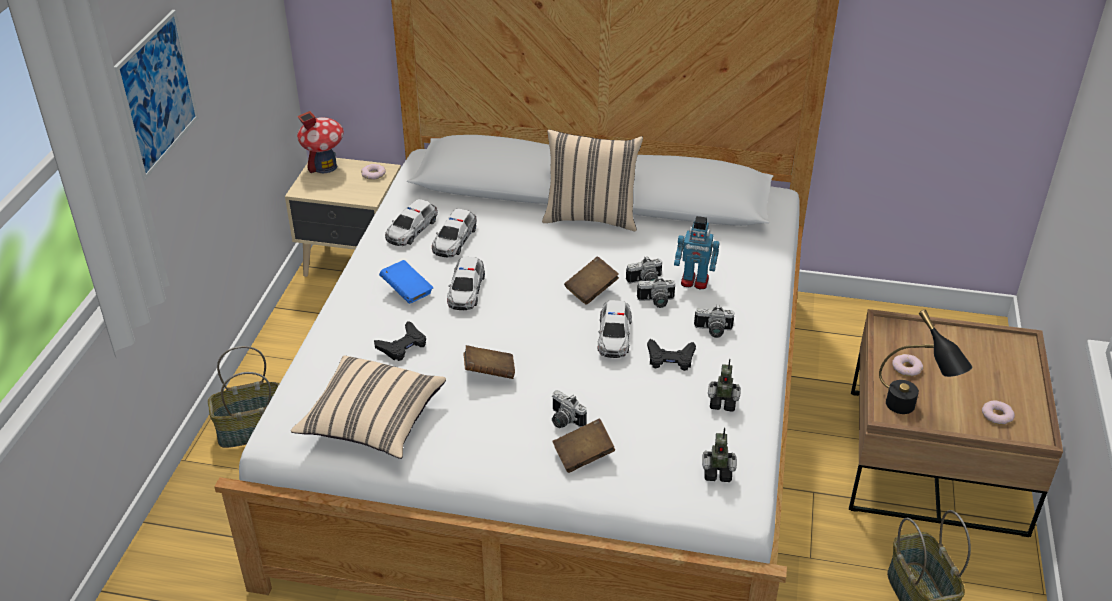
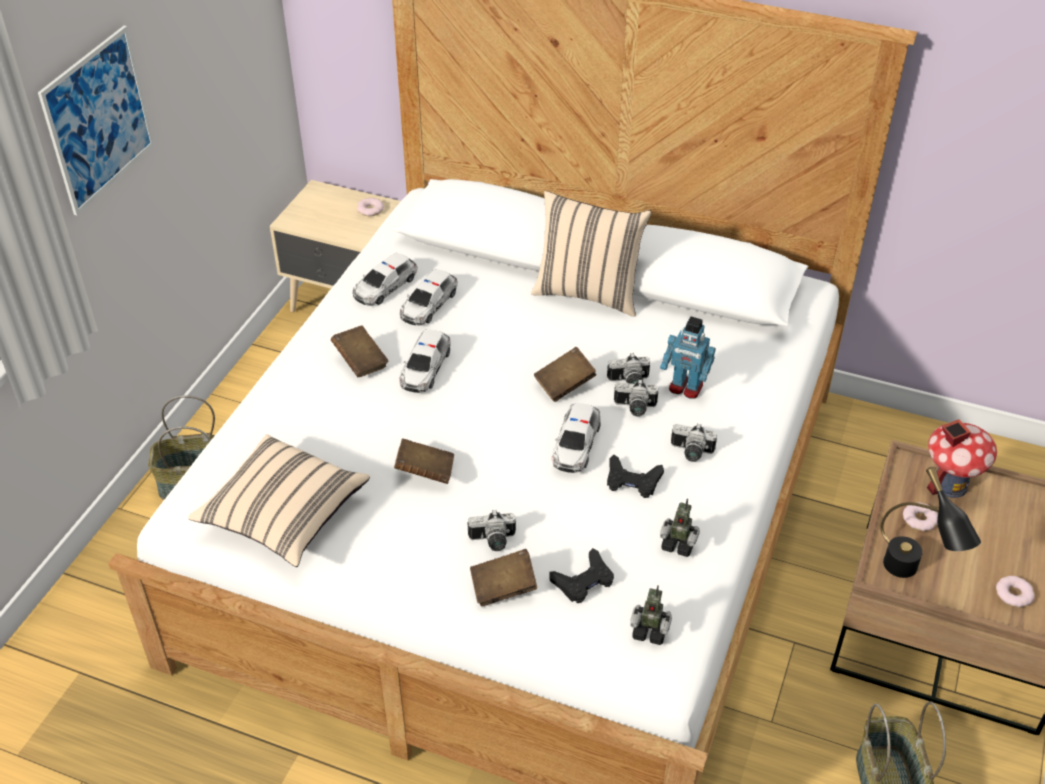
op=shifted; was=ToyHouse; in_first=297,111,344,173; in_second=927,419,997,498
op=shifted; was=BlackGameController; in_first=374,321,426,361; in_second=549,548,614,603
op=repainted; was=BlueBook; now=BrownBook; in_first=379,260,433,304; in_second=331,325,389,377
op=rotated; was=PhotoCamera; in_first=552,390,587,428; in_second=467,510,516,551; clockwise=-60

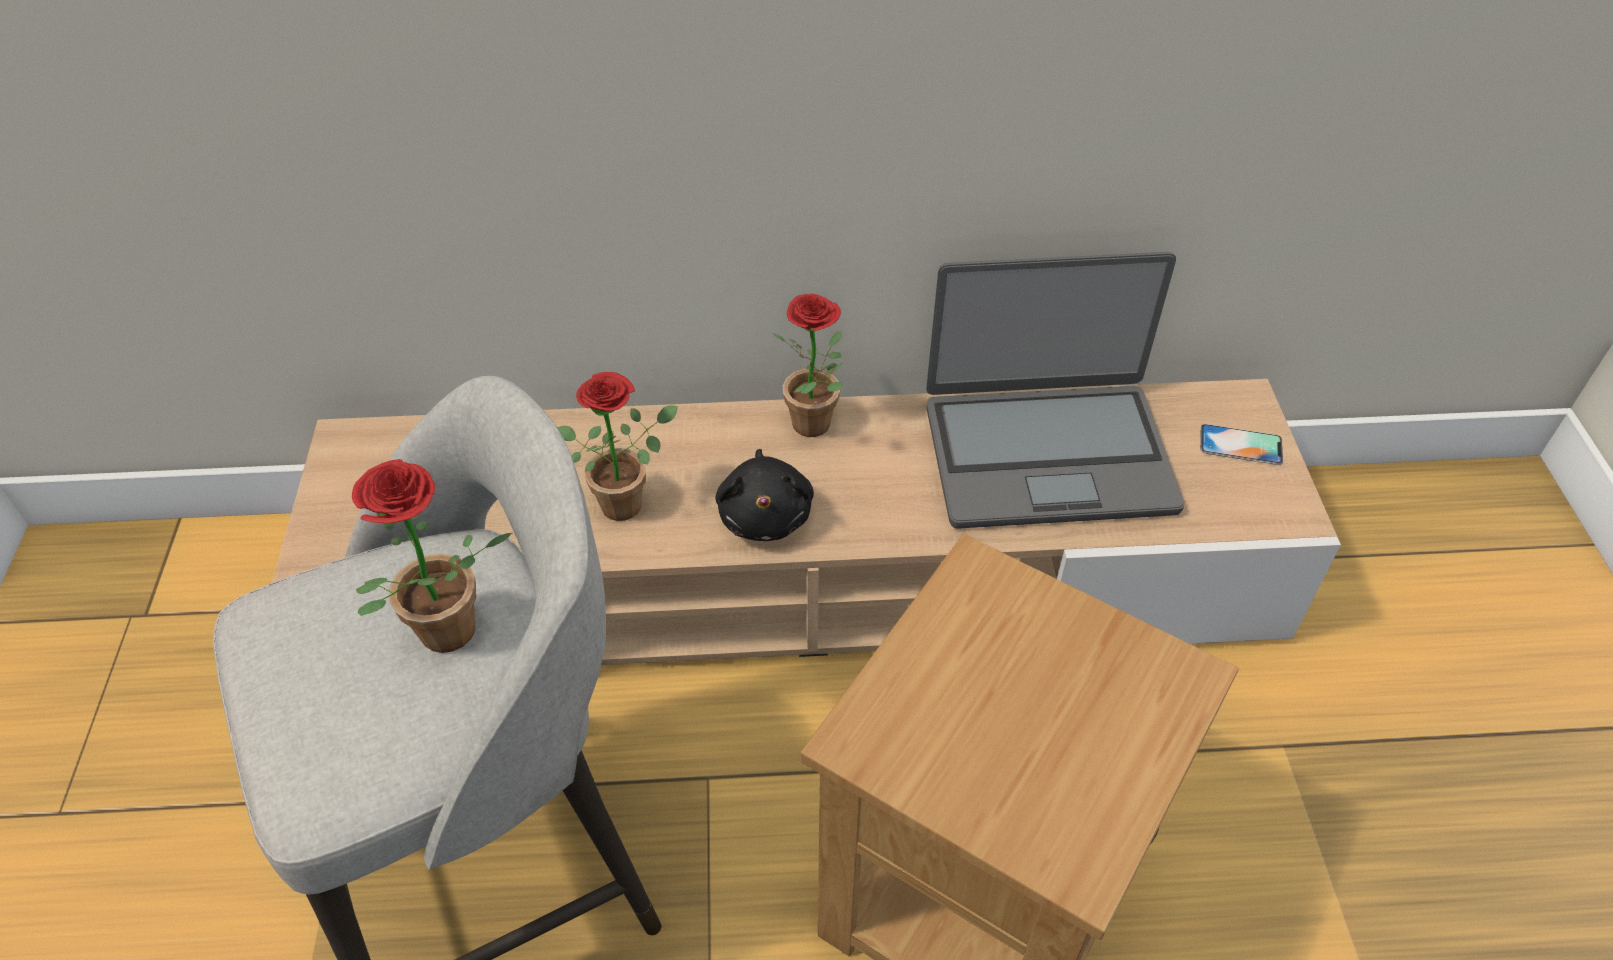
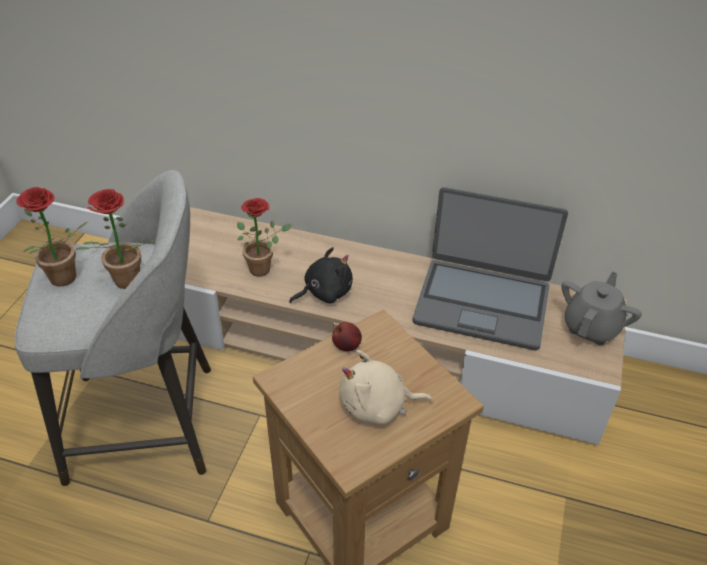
op=rotated; was=BlackPlushToy; in_first=715,449,814,541; in_second=289,247,353,303; clockwise=-135
op=shifted; was=PottedPlant; in_first=773,293,843,437; in_second=16,187,87,287
op=swapped; was=Phone; now=GreyTeapot; in_first=1200,424,1283,465; in_second=562,271,642,345
op=new; now=Apple; in_second=332,322,362,351
op=new; now=BeigePlushToy; in_second=339,350,433,425

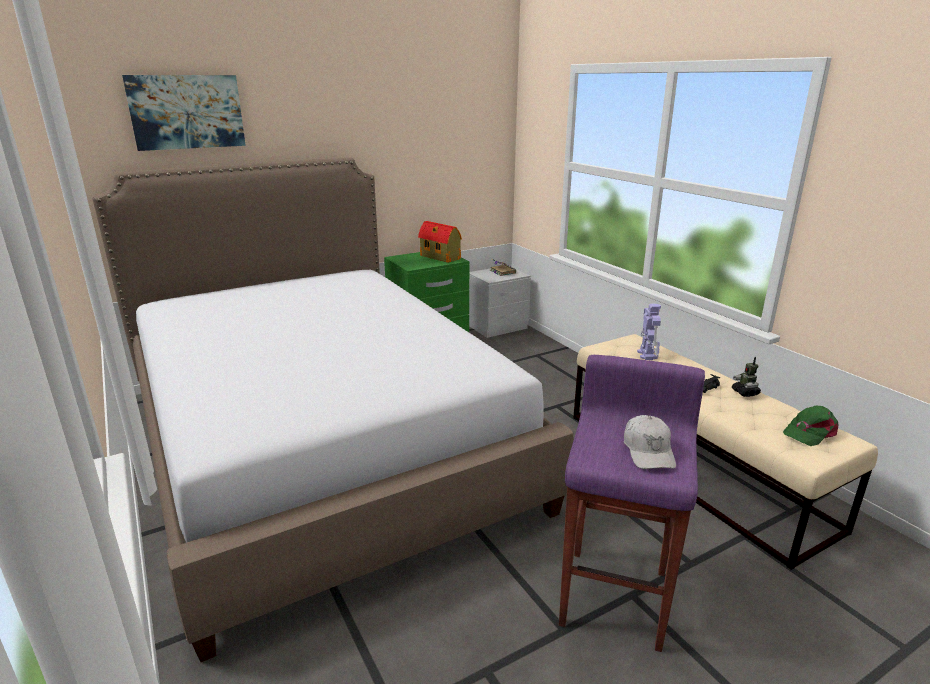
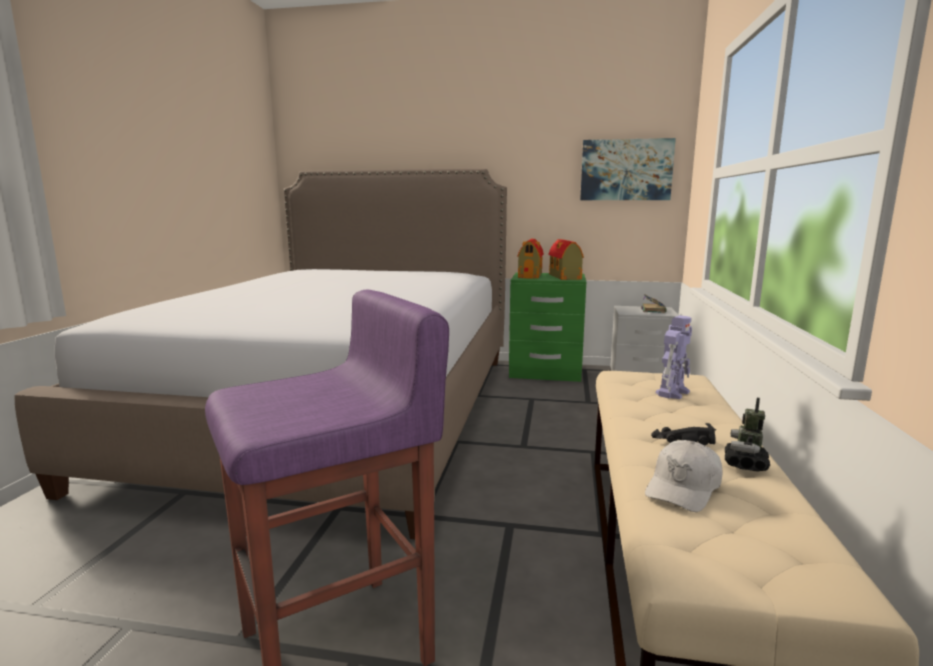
op=shifted; was=Picture; in_first=122,75,246,151; in_second=580,138,676,200
op=shifted; was=WhiteCap; in_first=624,415,676,469; in_second=645,440,723,512
op=gone; was=GreenCap; in_first=783,406,838,446
op=new; now=ToyHouse; in_second=517,239,544,279

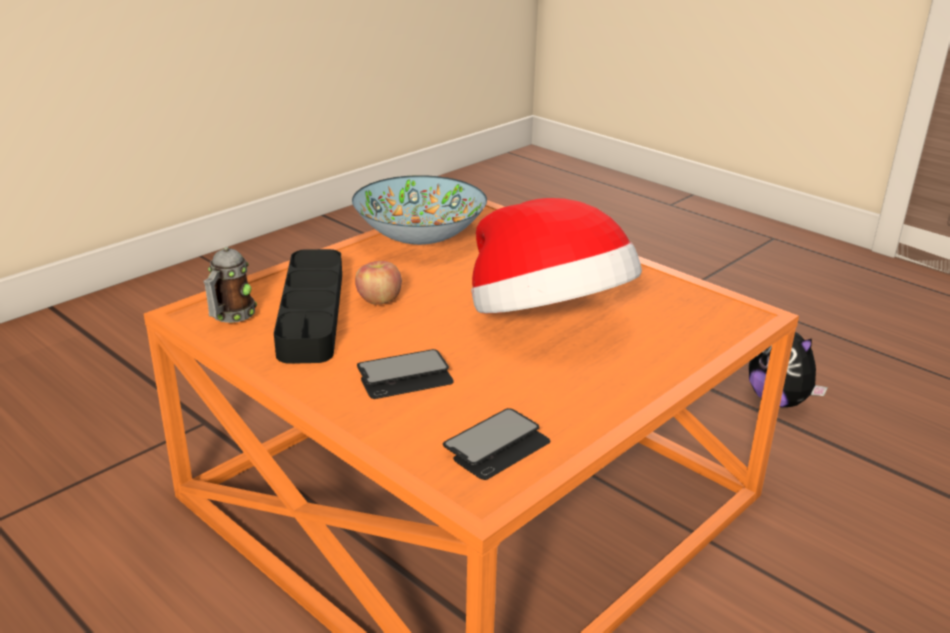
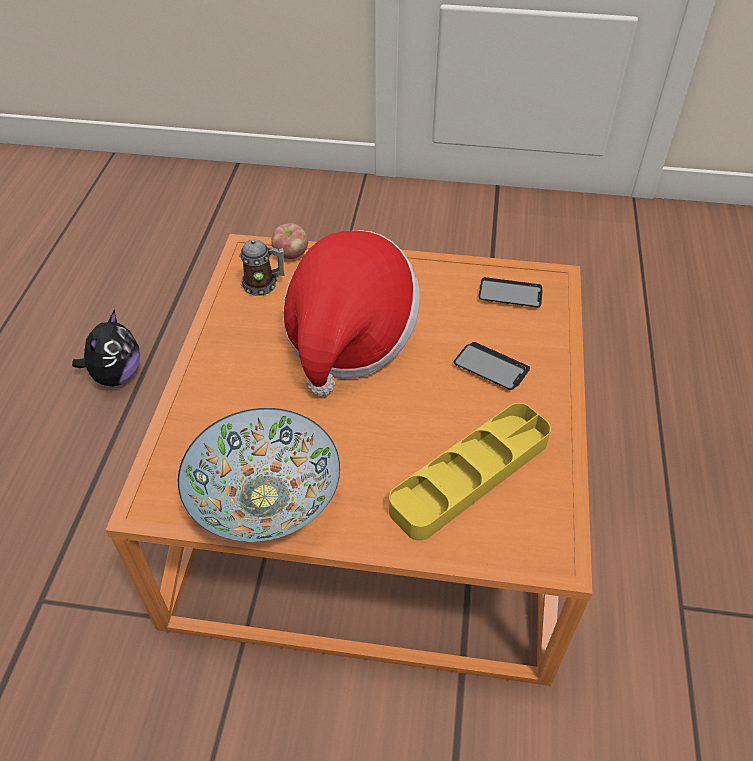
op=shifted; was=Mug; in_first=203,247,257,323; in_second=239,239,285,296
op=repainted; was=BlackTray; now=YellowTray; in_first=274,249,342,364; in_second=389,403,551,541
op=shifted; was=Apple; in_first=355,261,402,305; in_second=271,223,308,259

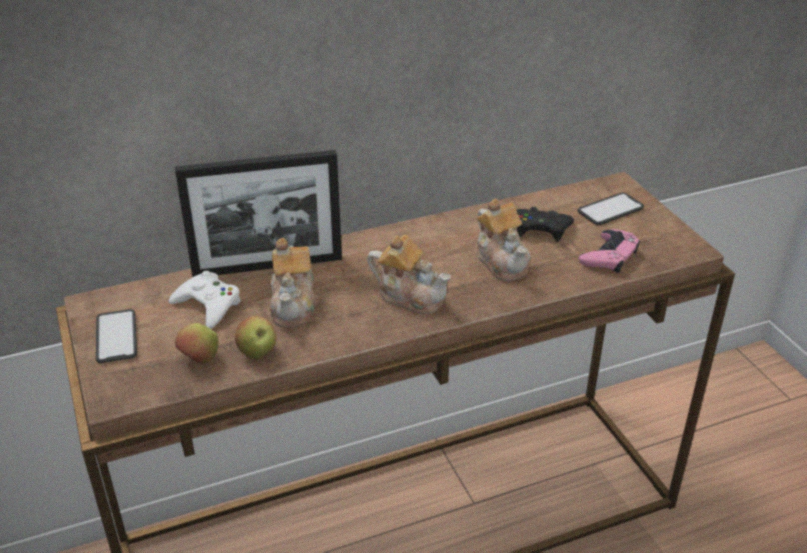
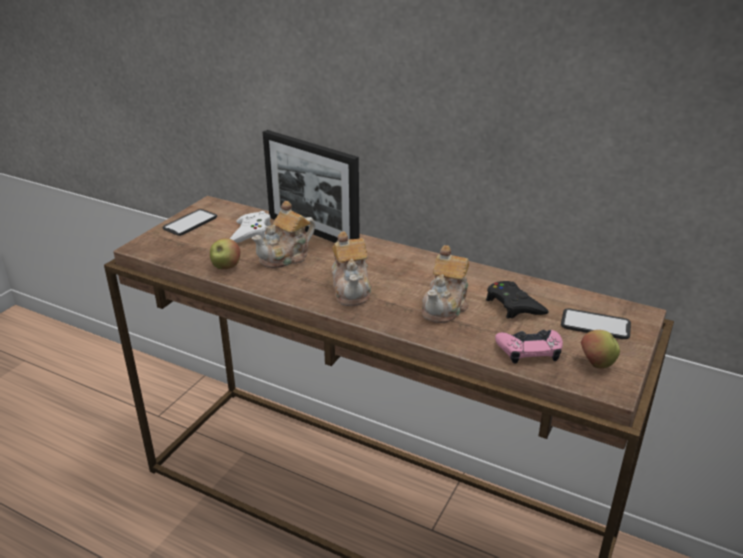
op=shifted; was=Apple; in_first=175,323,218,364; in_second=581,330,620,368

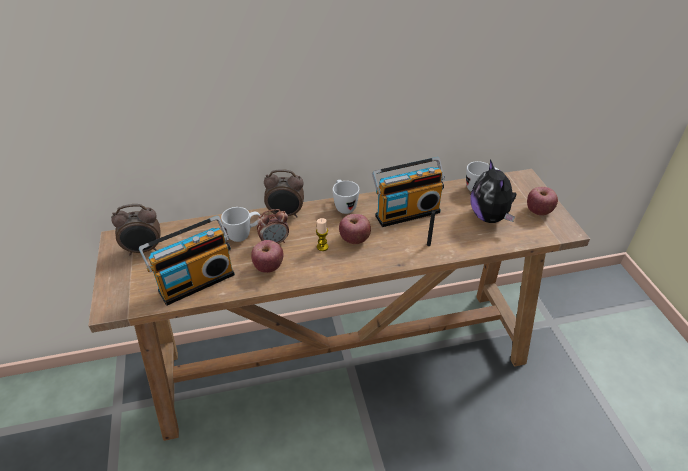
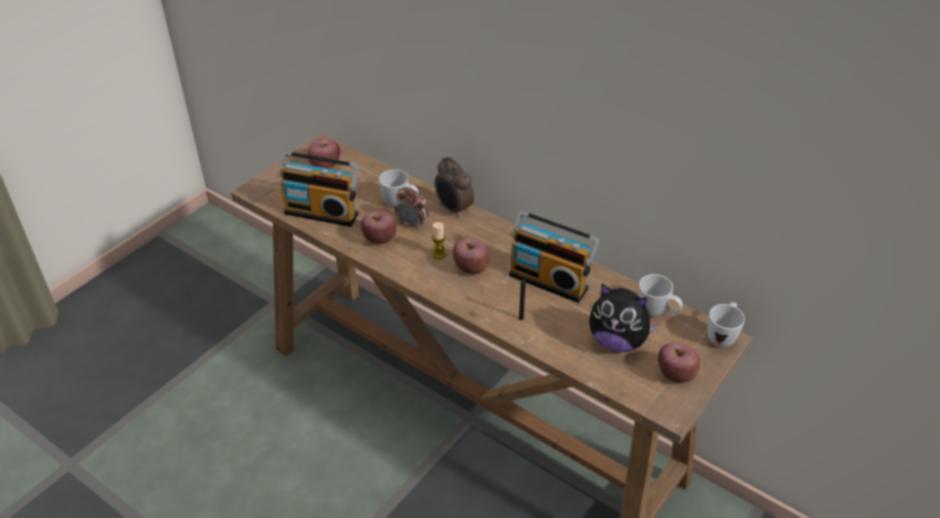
op=swapped; was=AlarmClock; now=Apple; in_first=111,204,161,255; in_second=307,138,340,169
op=shifted; was=WhiteMug; in_first=333,180,359,214; in_second=708,302,745,347
op=rotated; was=PlushToy; in_first=470,159,516,223; in_second=589,284,659,352; clockwise=-105

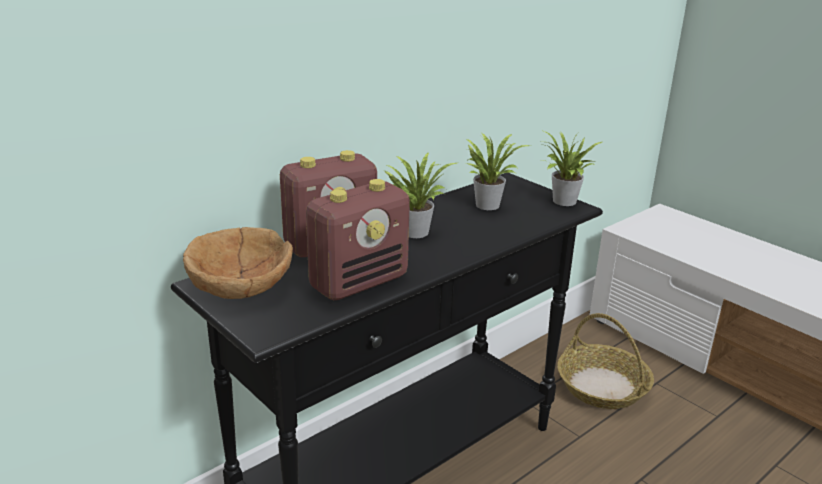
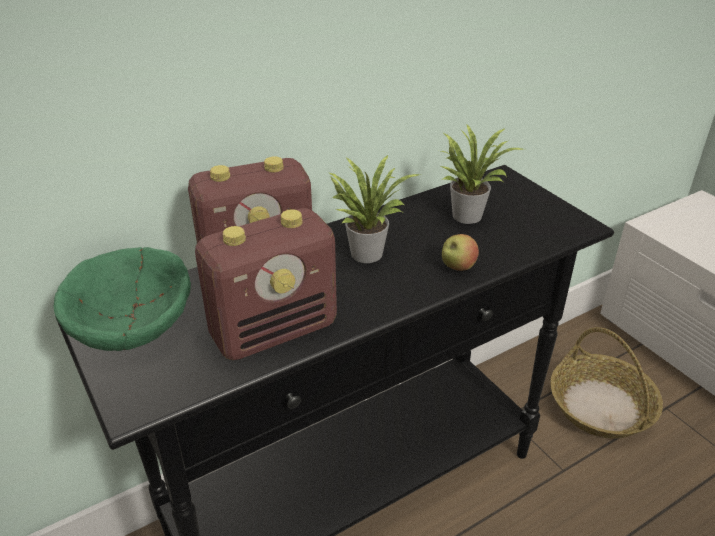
op=repainted; was=BrownBowl; now=GreenBowl; in_first=183,227,293,299; in_second=54,247,191,351
op=gone; was=PottedPlant; in_first=541,131,602,206
op=new; now=Apple; in_second=442,234,479,271

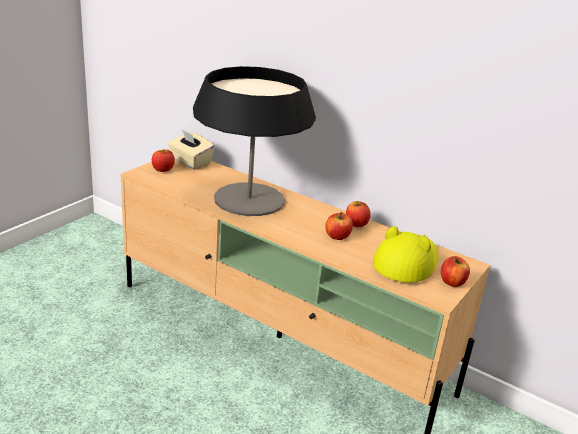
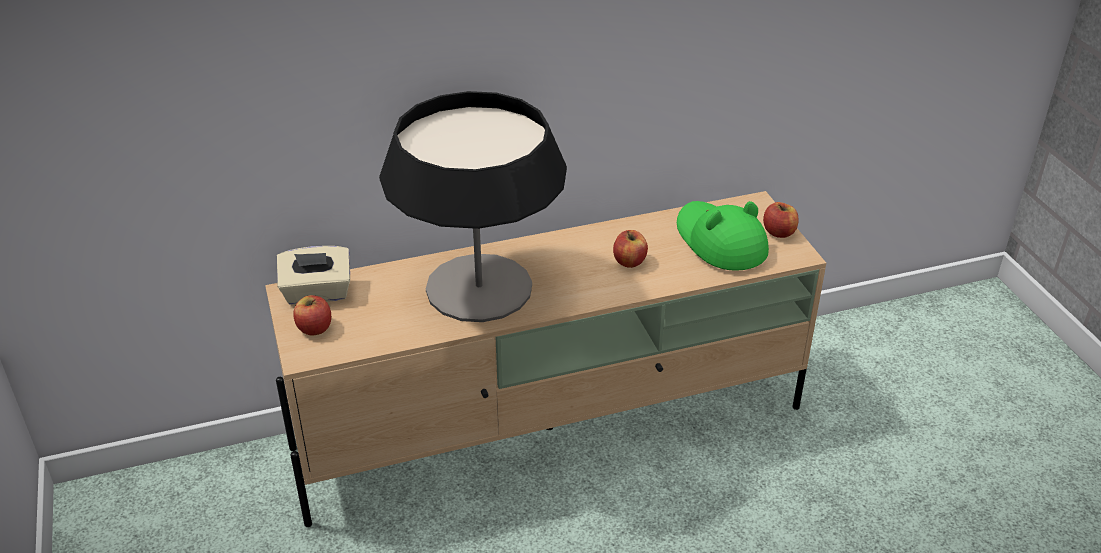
op=gone; was=Apple; in_first=346,201,371,227
op=repainted; was=YellowHat; now=GreenHat; in_first=373,226,439,283; in_second=677,201,769,271

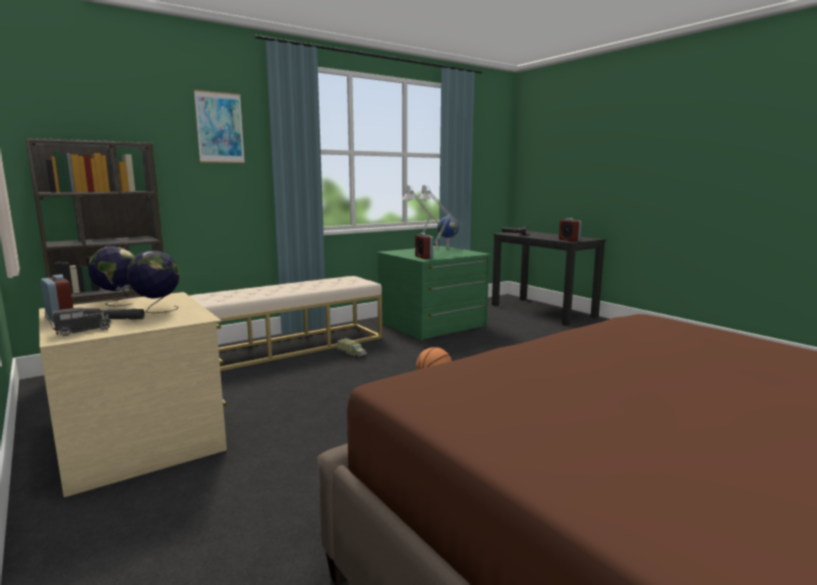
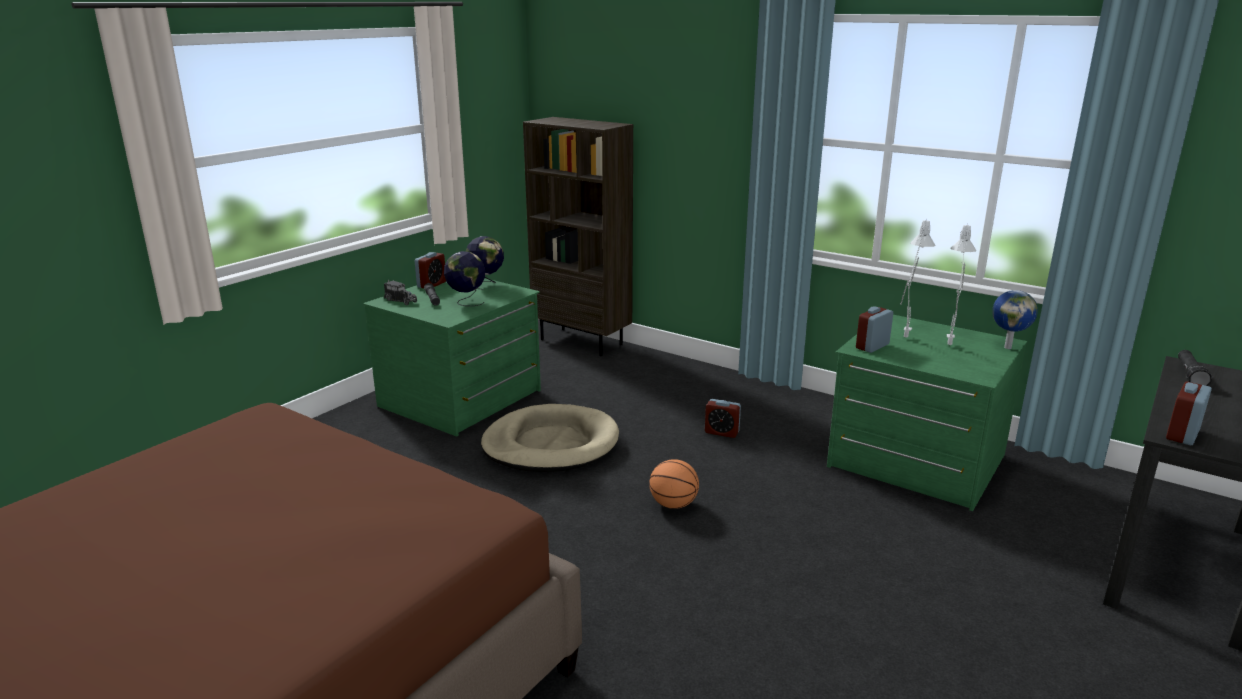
op=repainted; was=BeigeDresser; now=GreenDresser; in_first=39,292,227,497; in_second=363,278,541,437
op=gone; was=BeigeBench; in_first=189,276,382,371
op=gone; was=Picture; in_first=194,90,245,163
op=swapped; was=ToyTruck; now=AlarmClock; in_first=337,338,367,359; in_second=705,399,741,438
op=new; now=BeigeDogBed; in_second=481,404,619,472

